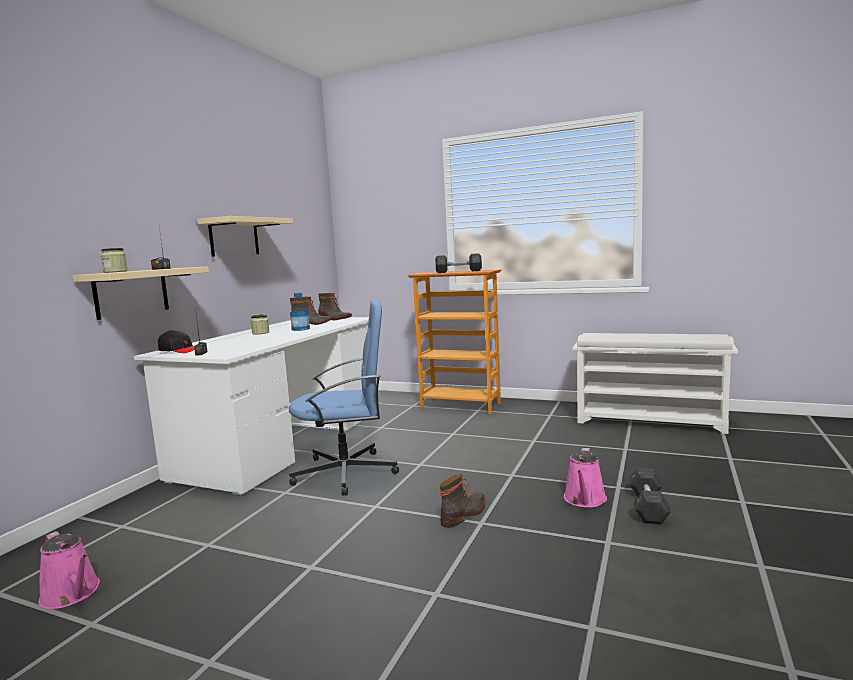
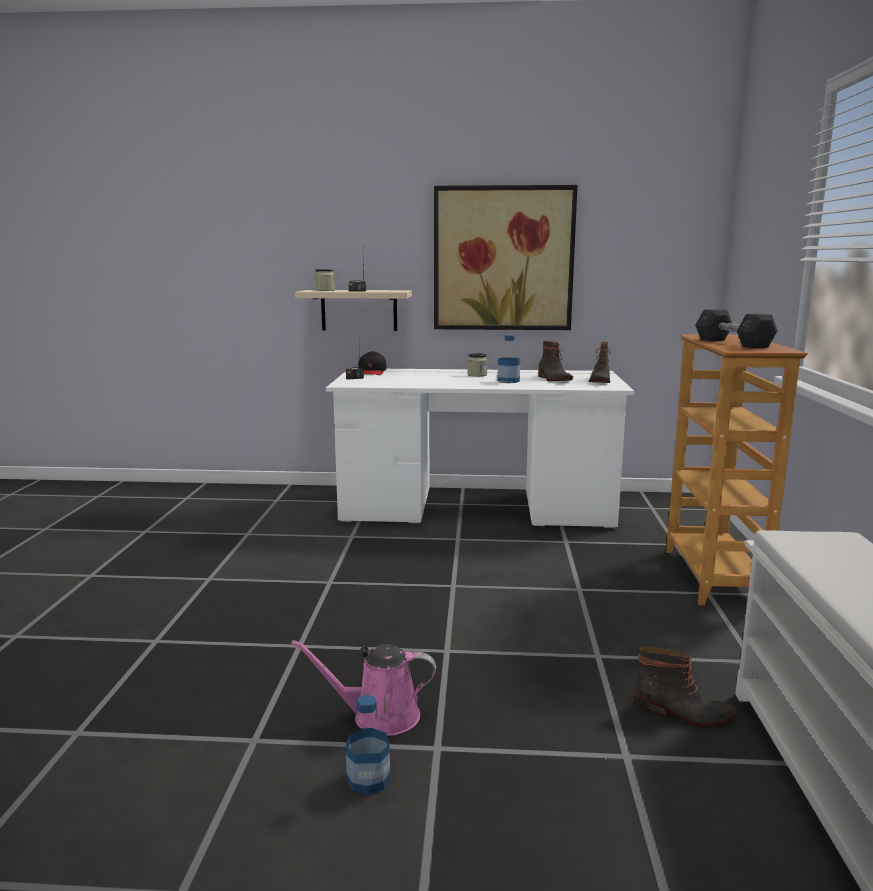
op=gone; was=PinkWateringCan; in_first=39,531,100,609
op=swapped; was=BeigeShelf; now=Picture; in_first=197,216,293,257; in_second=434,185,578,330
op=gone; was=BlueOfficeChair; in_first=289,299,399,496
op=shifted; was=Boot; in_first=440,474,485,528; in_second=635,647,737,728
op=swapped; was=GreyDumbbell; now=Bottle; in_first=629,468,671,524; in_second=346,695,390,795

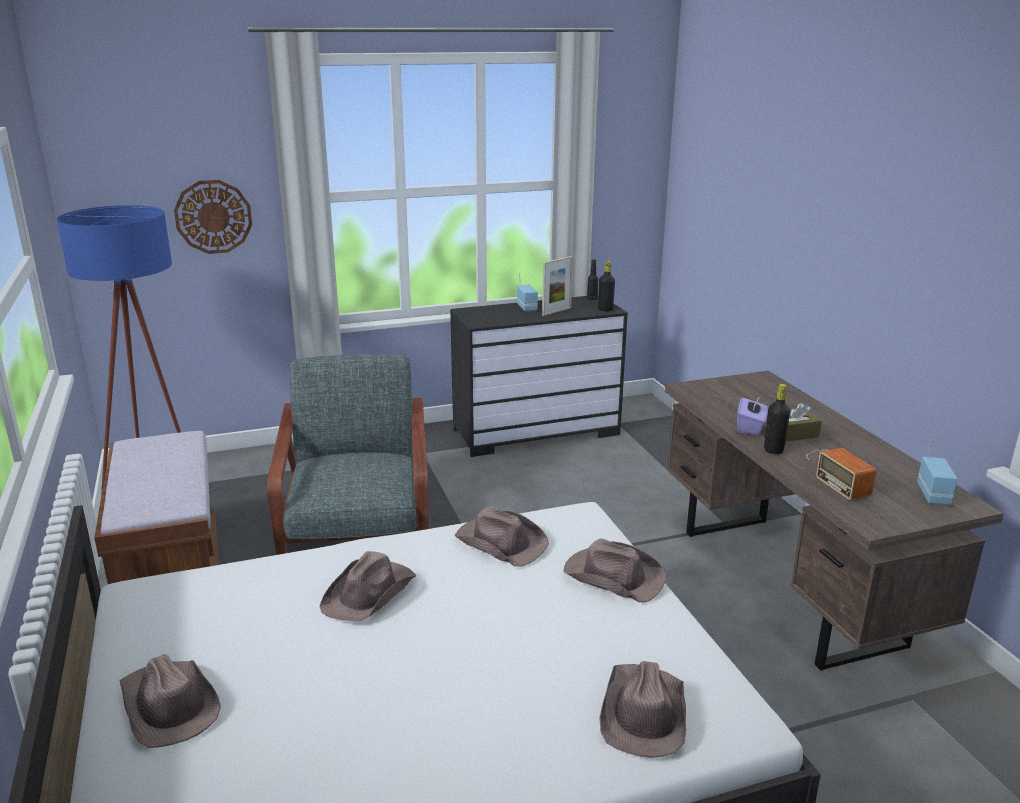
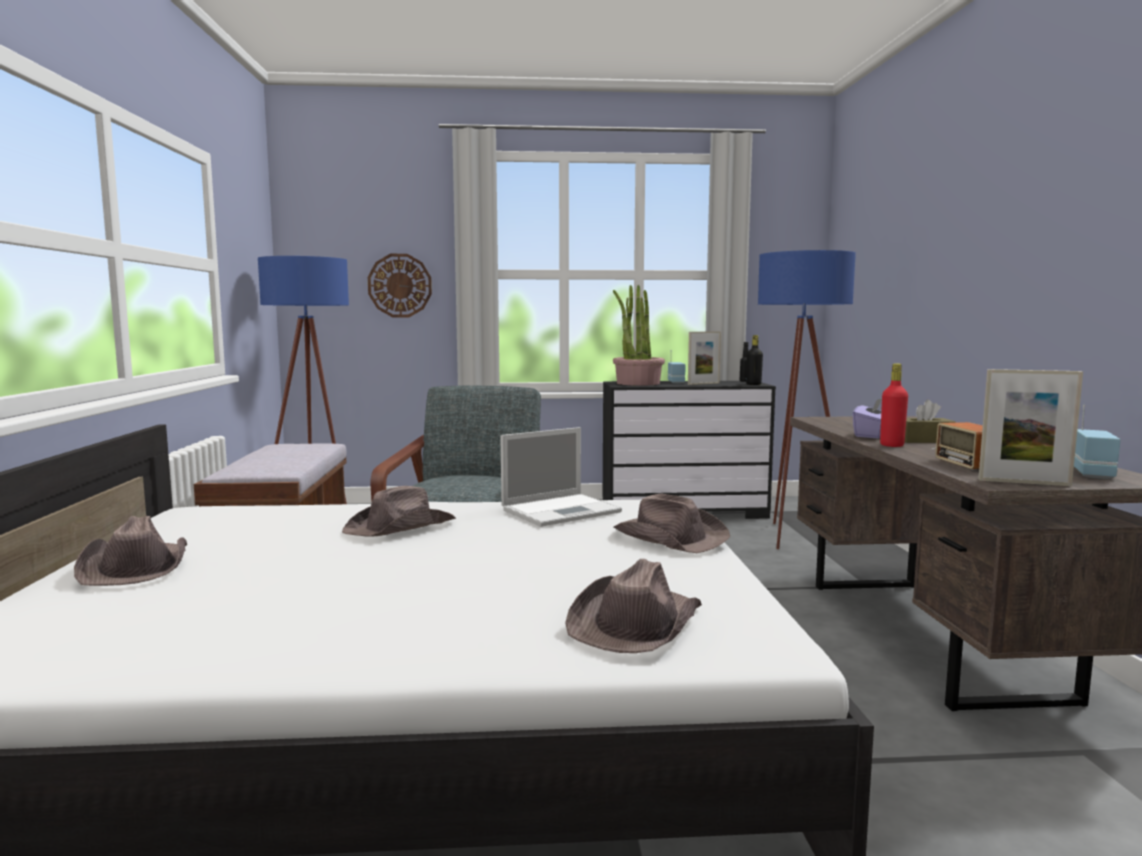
op=swapped; was=BrownHat; now=Laptop; in_first=455,506,549,567; in_second=501,427,622,527
op=repainted; was=BlackBottle; now=RedBottle; in_first=764,384,790,454; in_second=880,363,908,447
op=new; now=PottedPlant; in_second=613,285,665,386
op=new; now=BlueFloorLamp; in_second=758,250,856,549
op=new; now=PictureFrame; in_second=978,369,1083,486

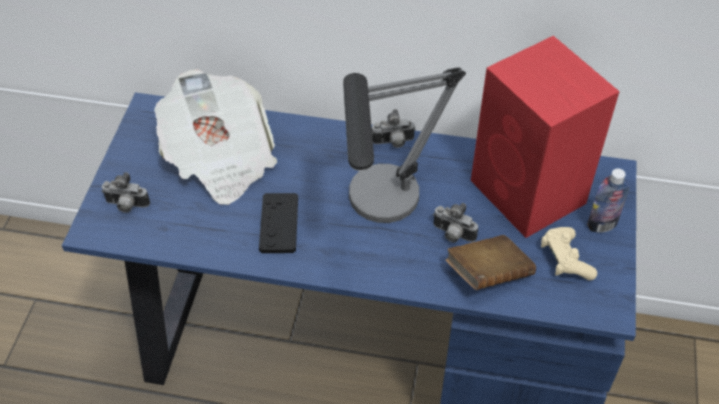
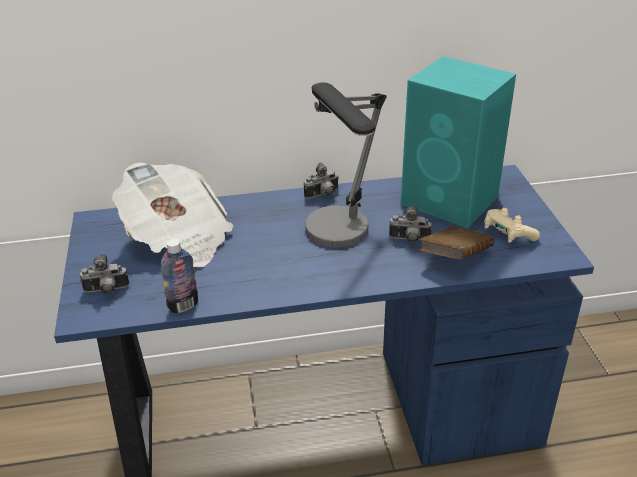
op=gone; was=BlackGameController; in_first=259,193,298,253
op=repainted; was=RedSpeaker; now=TurquoiseSpeaker; in_first=471,36,620,238; in_second=401,56,516,228
op=shifted; was=Bottle; in_first=587,168,630,232; in_second=161,239,198,313

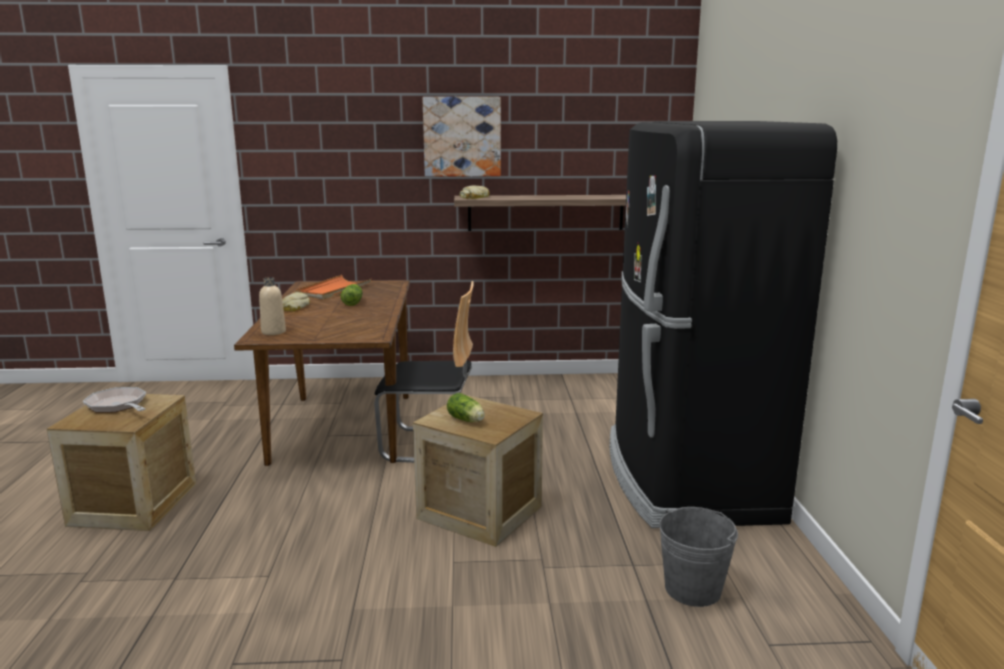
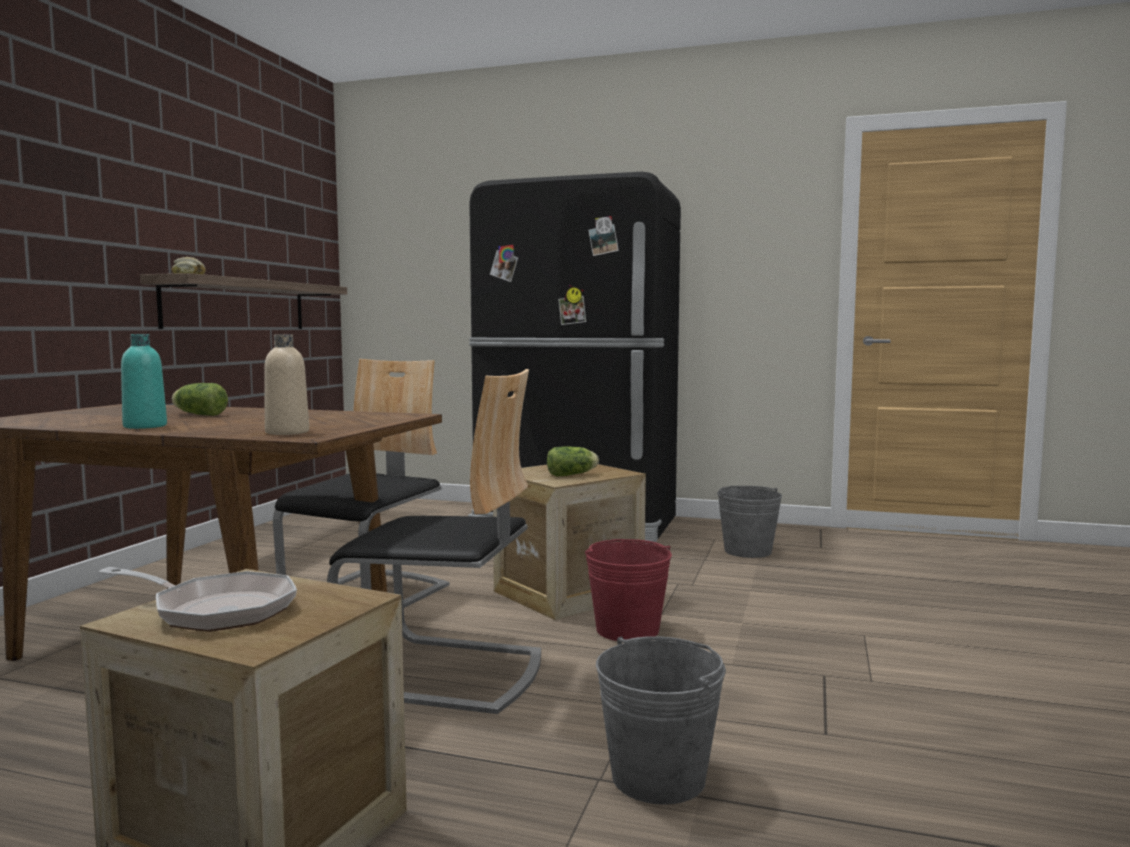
op=rotated; was=FryingPan; in_first=83,387,146,413; in_second=99,567,297,632; clockwise=-135
op=swapped; was=Bread; now=TurquoiseBottle; in_first=282,292,310,311; in_second=121,334,167,429
op=gone; was=OrangeTray; in_first=295,275,372,299
op=gone; was=Picture; in_first=422,97,501,177
op=new; now=Chair; in_second=327,369,541,714
op=new; now=RedBucket; in_second=585,539,672,641
op=new; now=GreyBucket; in_second=596,636,726,805

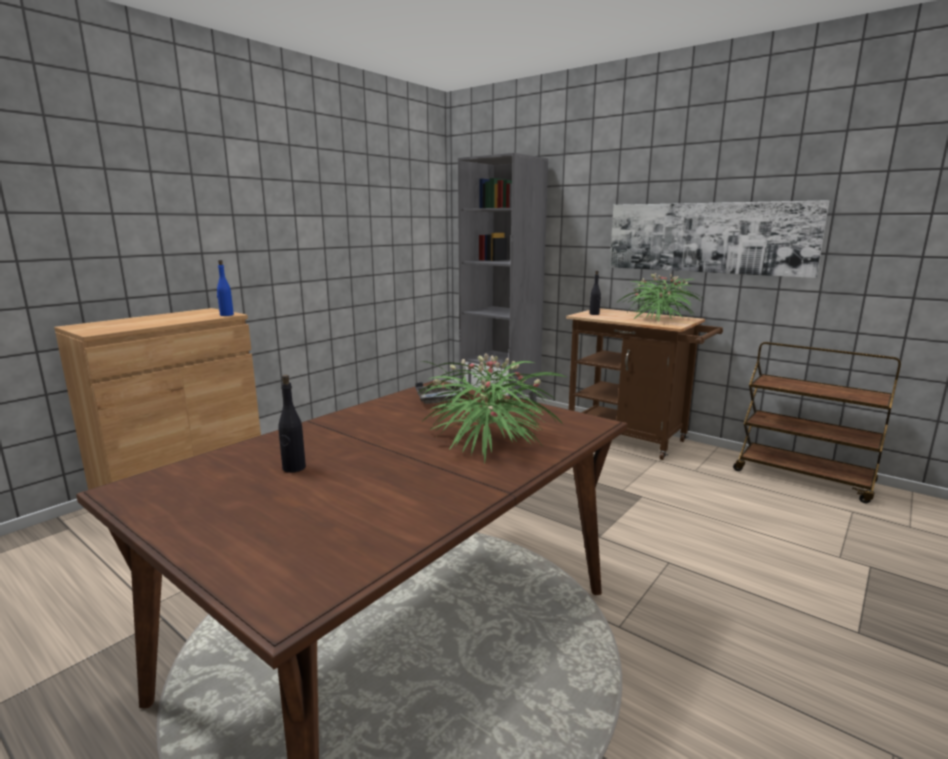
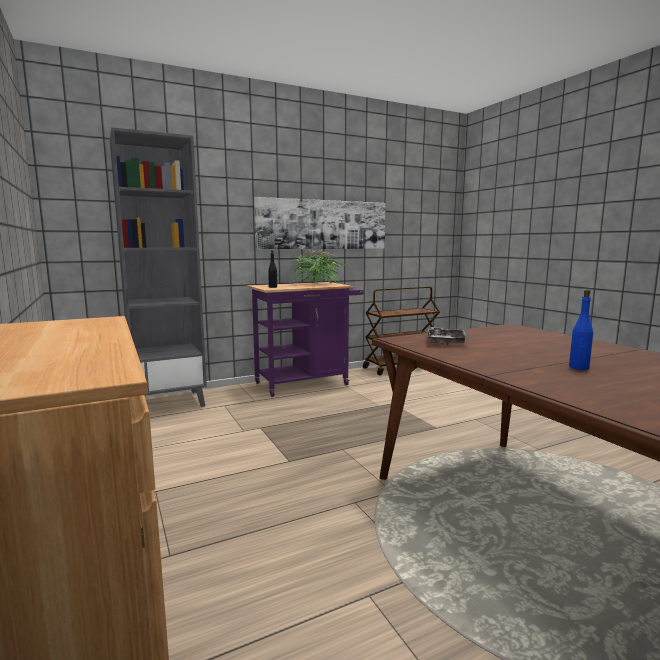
op=shifted; was=BlueBottle; in_first=217,260,234,316; in_second=569,290,593,370
op=gone; was=BlackBottle; in_first=278,375,306,473
op=gone; was=PottedPlant; in_first=417,354,566,464
op=repainted; was=BrownCart; now=PurpleCart; in_first=566,308,723,460; in_second=247,282,364,397

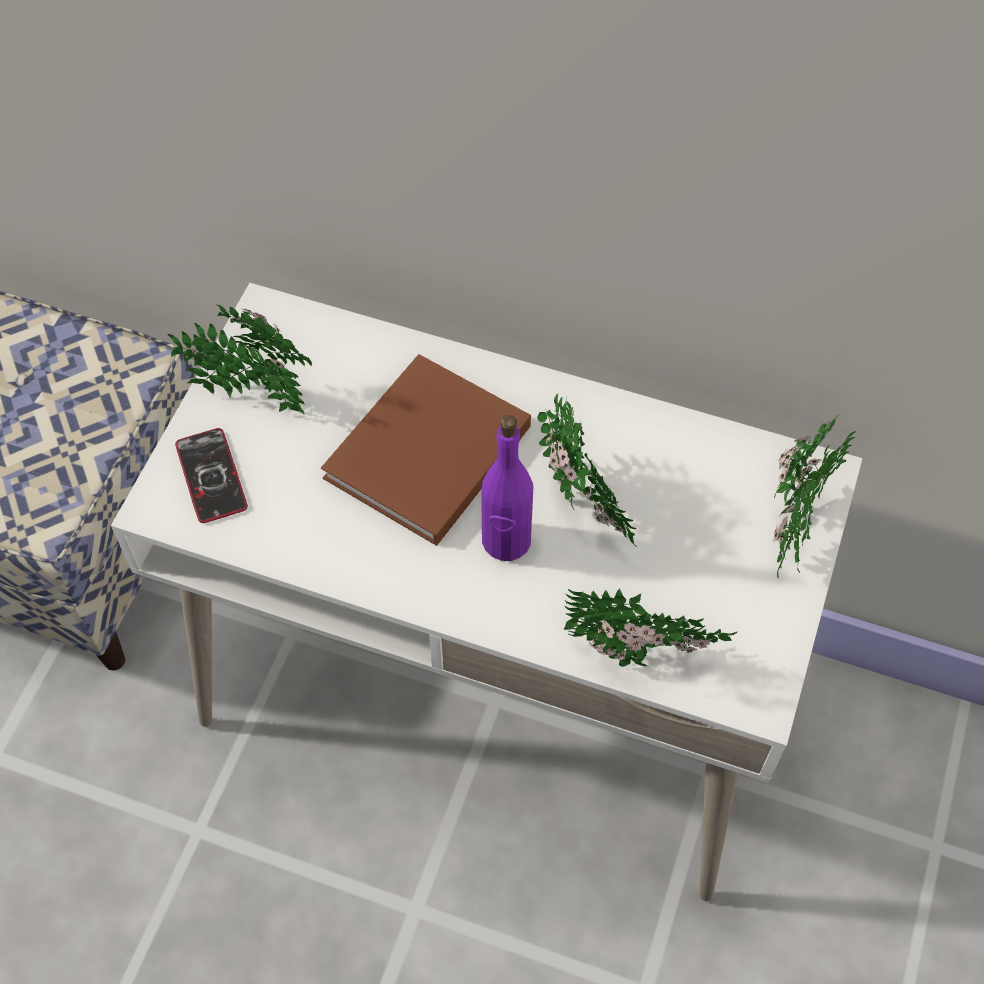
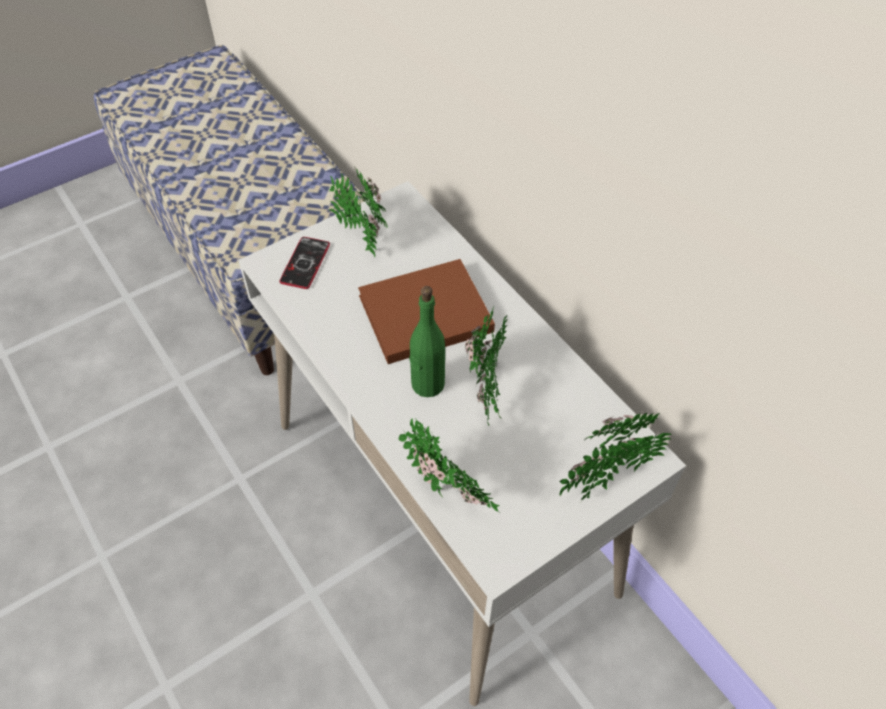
op=repainted; was=PurpleBottle; now=GreenBottle; in_first=481,415,533,561; in_second=409,286,445,397

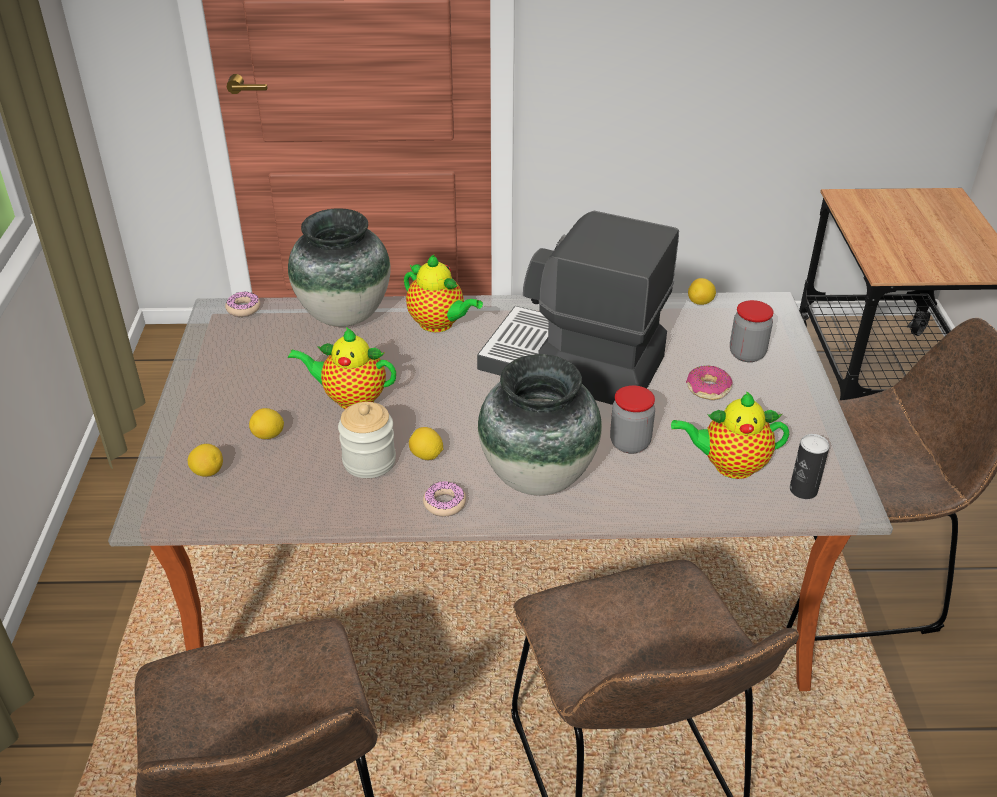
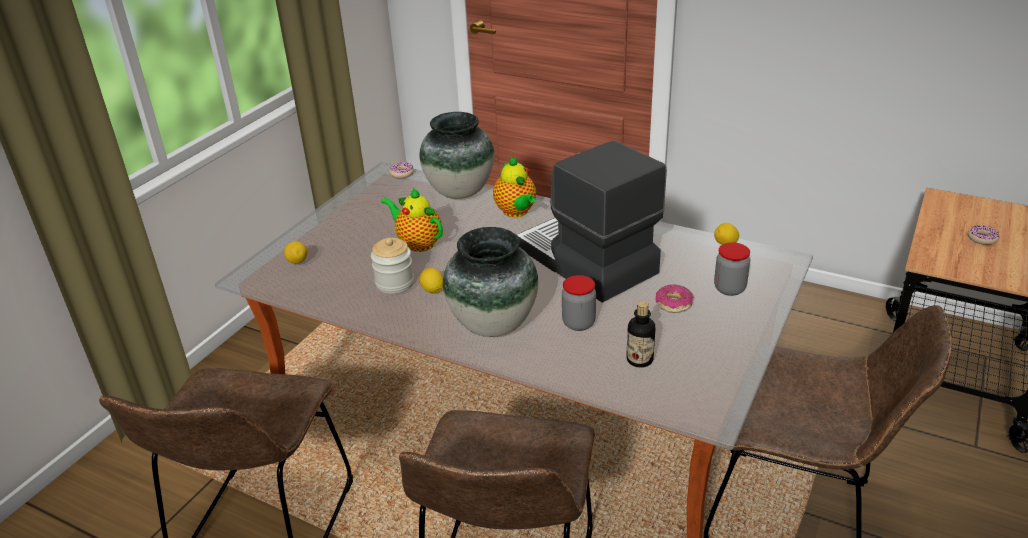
op=gone; was=Lemon; in_first=249,408,284,439
op=shifted; was=Donut; in_first=423,481,466,516; in_second=968,225,999,245
op=swapped; was=Teapot; now=Bottle; in_first=671,391,789,479; in_second=627,301,655,367
op=gone; was=Can; in_first=790,434,830,499

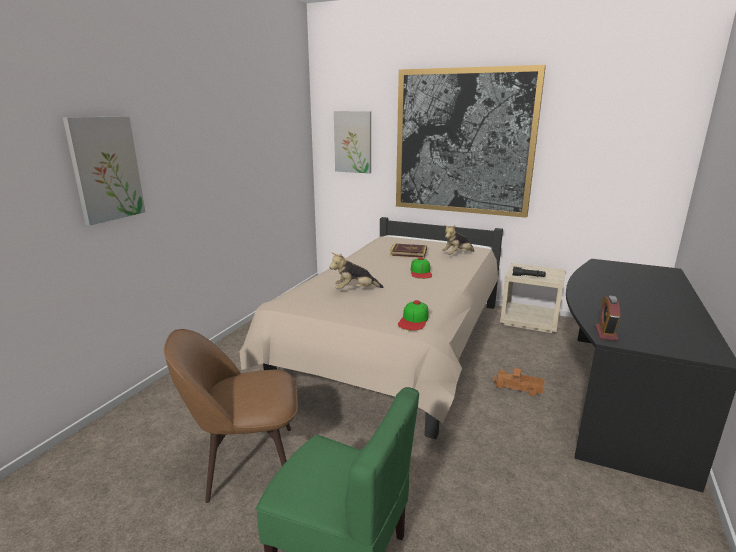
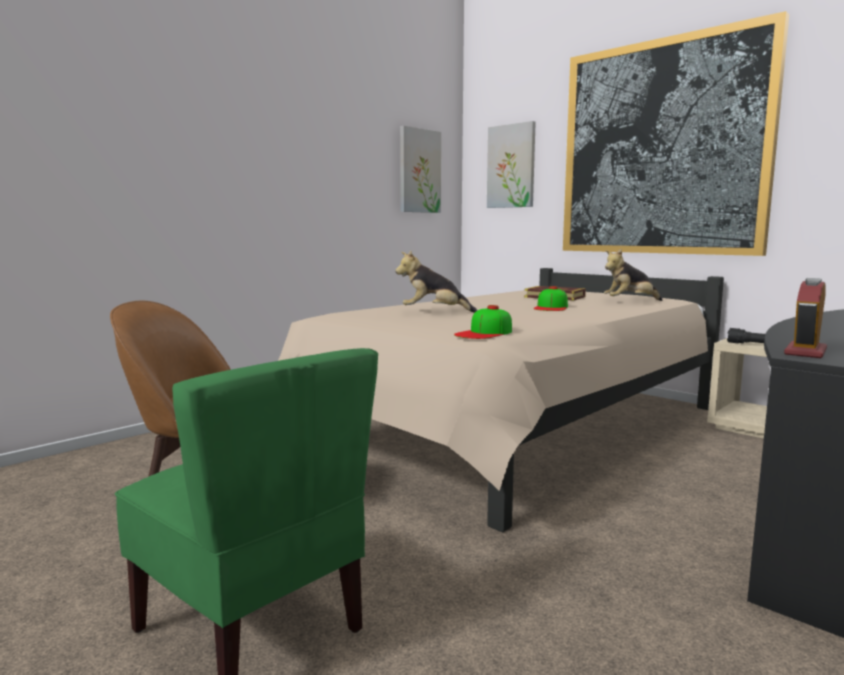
op=shifted; was=Picture; in_first=63,116,145,226; in_second=400,126,441,213
op=gone; was=ToyTruck; in_first=493,368,545,396

